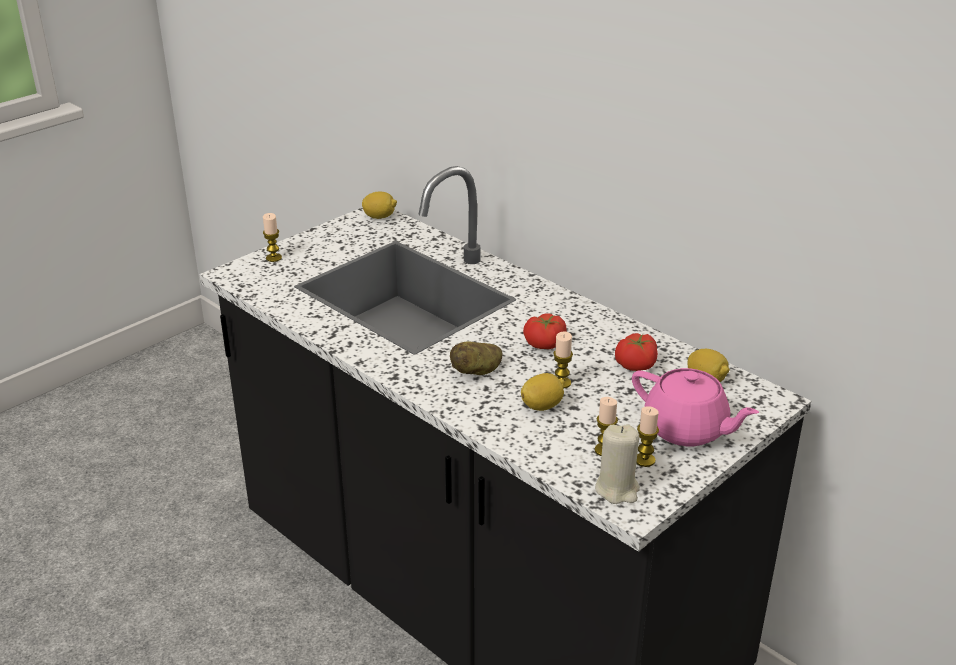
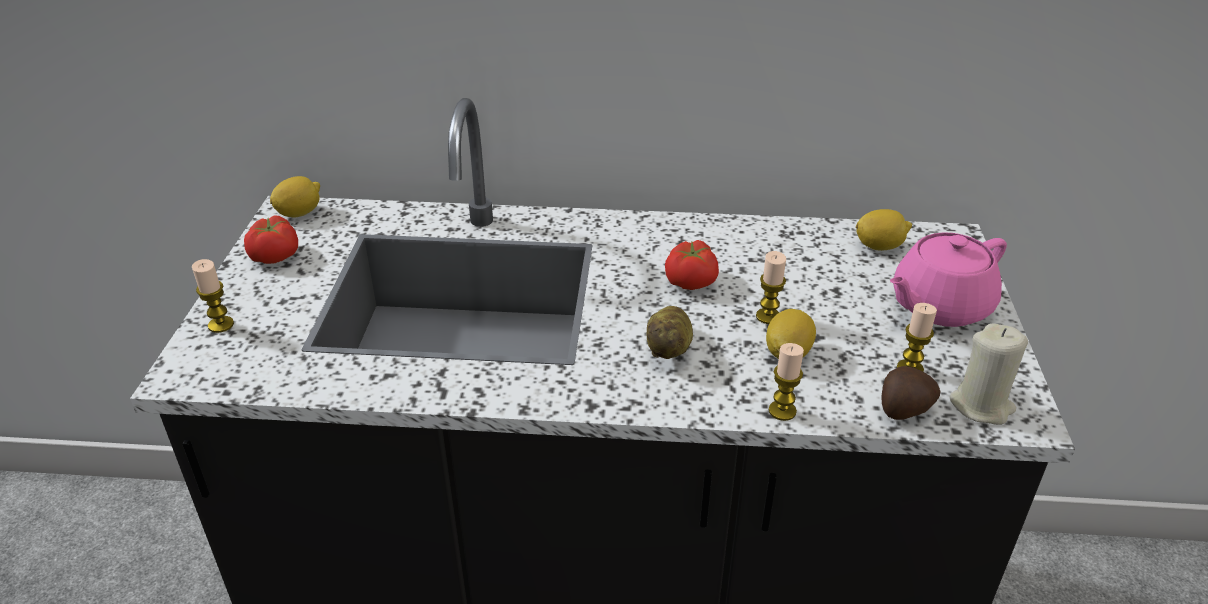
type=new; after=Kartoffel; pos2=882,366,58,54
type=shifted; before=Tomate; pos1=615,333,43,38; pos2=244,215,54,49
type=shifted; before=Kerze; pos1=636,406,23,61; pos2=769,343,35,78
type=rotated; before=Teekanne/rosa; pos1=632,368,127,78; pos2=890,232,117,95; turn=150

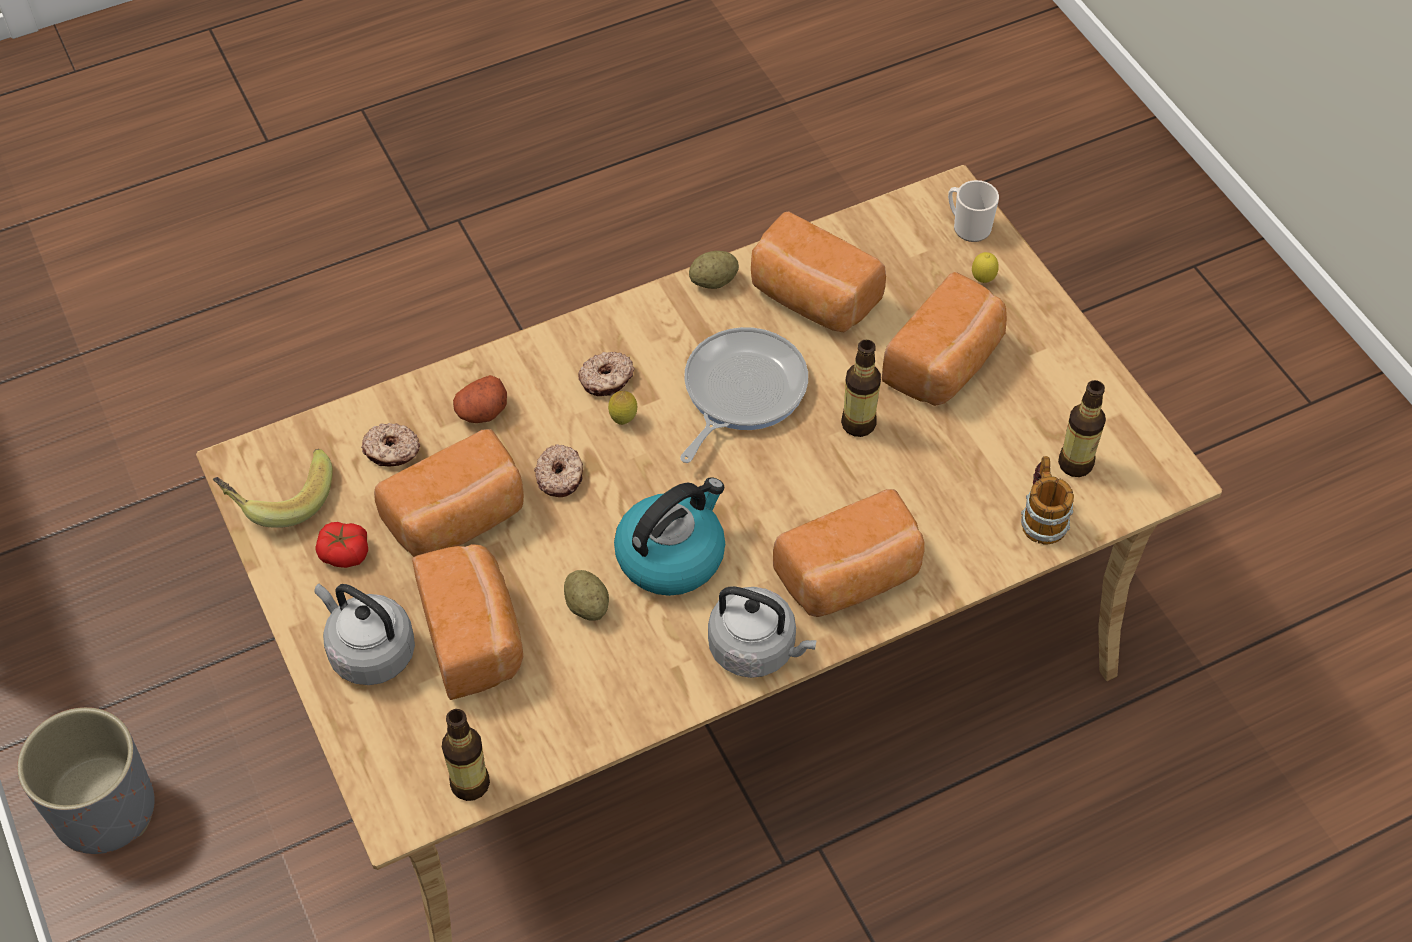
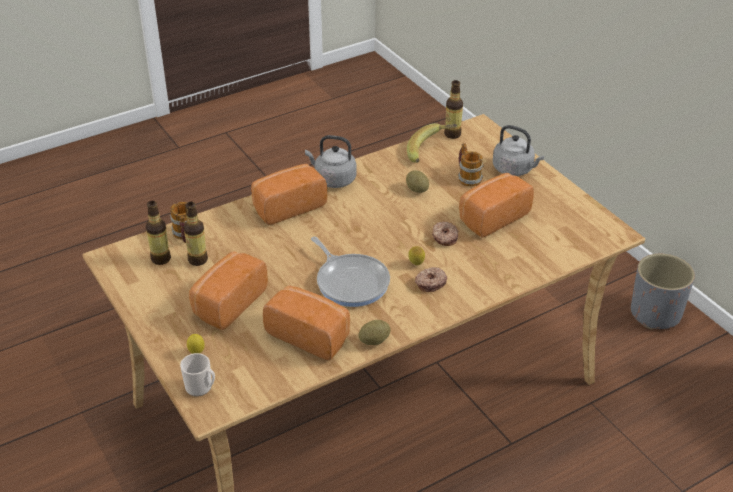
type=gone; before=Tomate; pos1=316,522,52,46
type=gone; before=Donut; pos1=361,423,59,44
type=gone; before=Kartoffel; pos1=453,375,54,48
type=gone; before=Wasserkessel; pos1=614,477,111,119
type=shifted; before=Banane; pos1=213,449,120,79; pos2=407,123,50,40
type=shifted; before=Flasche; pos1=841,340,40,97; pos2=184,202,24,64
type=swapped; before=Brot; after=Henkelbecher; pos1=412,544,111,156; pos2=458,143,26,44
type=rotated; before=Pfanne; pos1=680,327,128,136; pos2=311,237,79,70; turn=-60

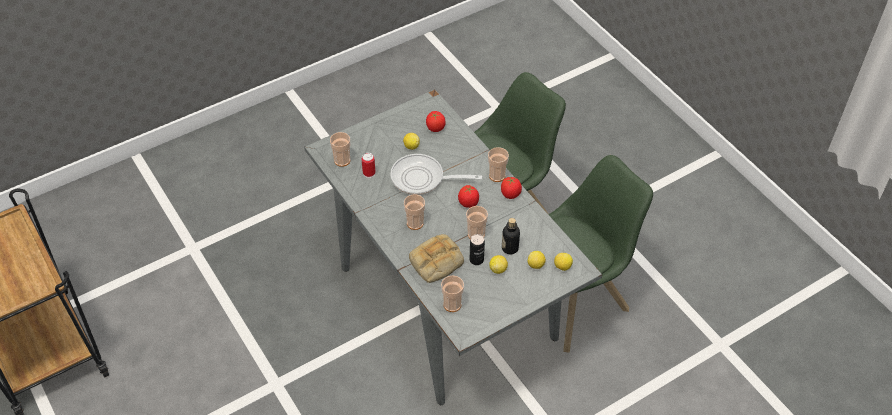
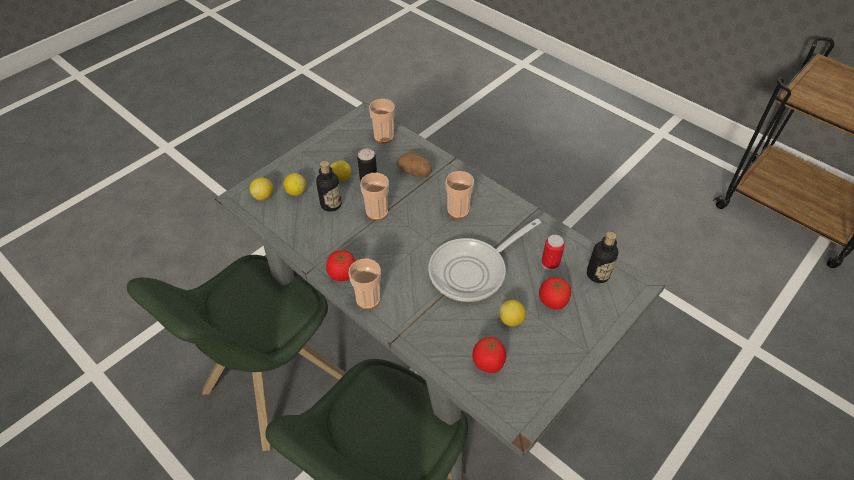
type=shifted; before=Tomate; pos1=458,185,21,23; pos2=539,277,32,32
type=swapped; before=Tasse; after=Flasche; pos1=330,132,20,35; pos2=587,232,31,51
type=swapped; before=Brot; after=Kartoffel; pos1=409,234,55,49; pos2=397,152,35,25
type=rotated; before=Pfanne; pos1=390,154,92,41; pos2=428,219,113,83; turn=150

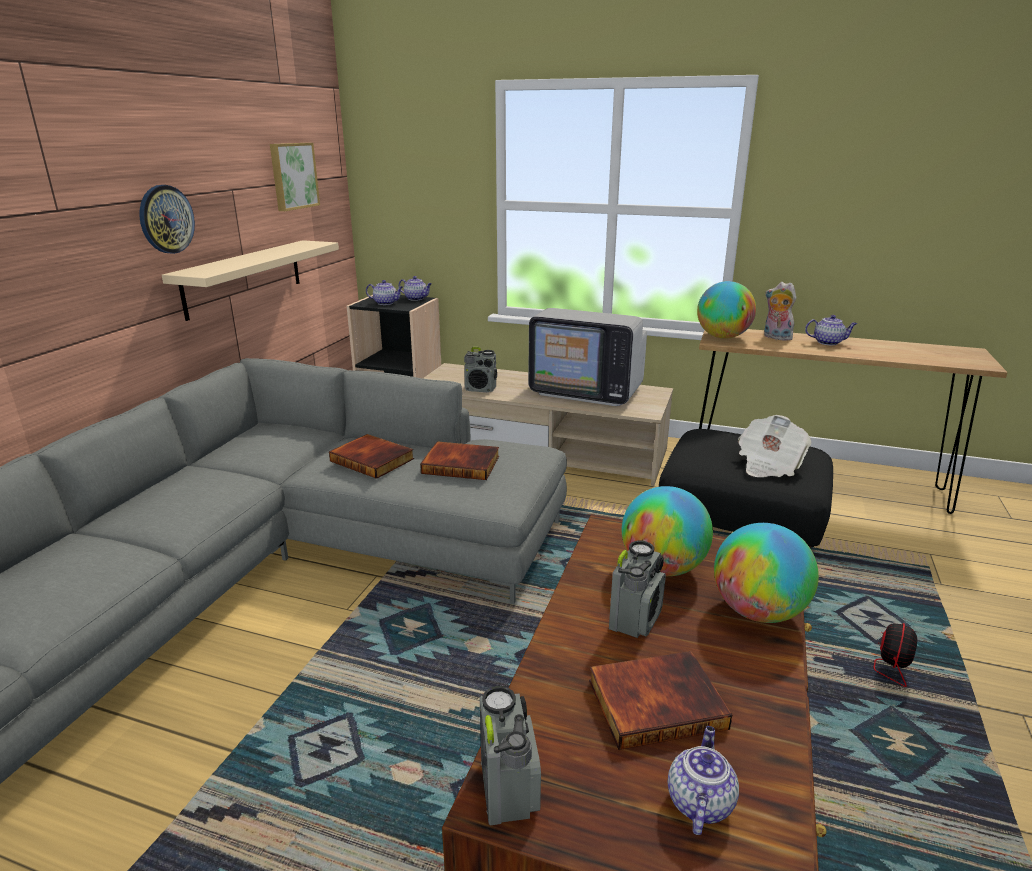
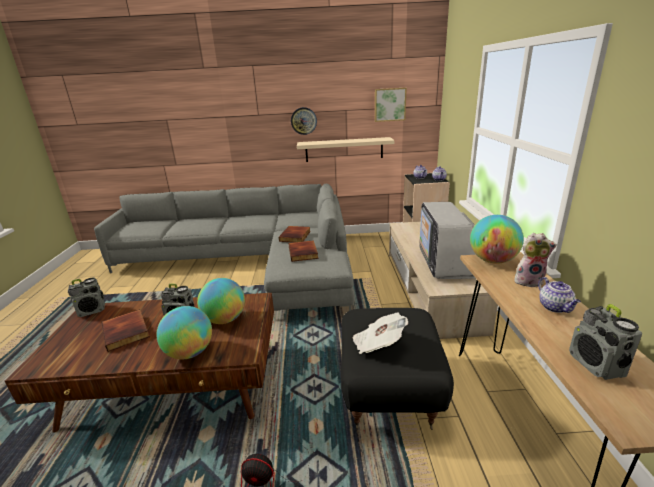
type=gone; before=Teekanne; pos1=668,726,71,109
type=shifted; before=Radio; pos1=464,347,33,45; pos2=569,304,73,76
type=rotated; before=Plüschtier; pos1=764,282,33,59; pos2=514,233,43,54; turn=75

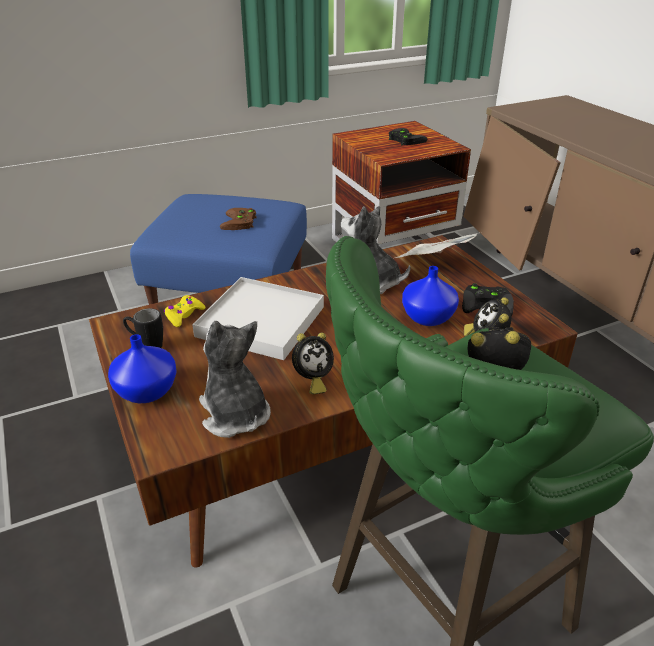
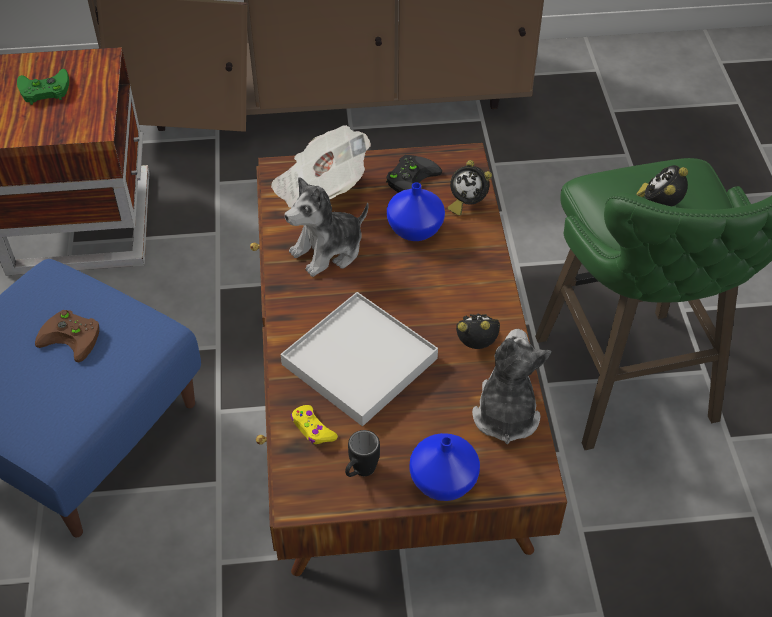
type=repainted; before=Gamepad/schwarz; after=Gamepad/grün; pos1=389,128,38,18; pos2=17,69,52,36
type=rotated; before=Plüschtier; pos1=199,321,72,117; pos2=472,329,79,115; turn=105
type=rotated; before=Wecker; pos1=292,332,42,63; pos2=456,314,44,35; turn=-75

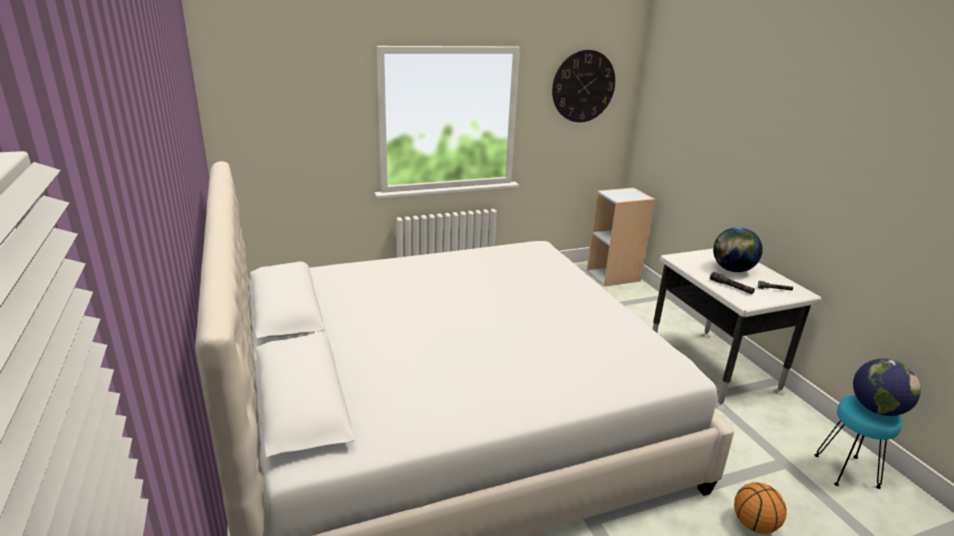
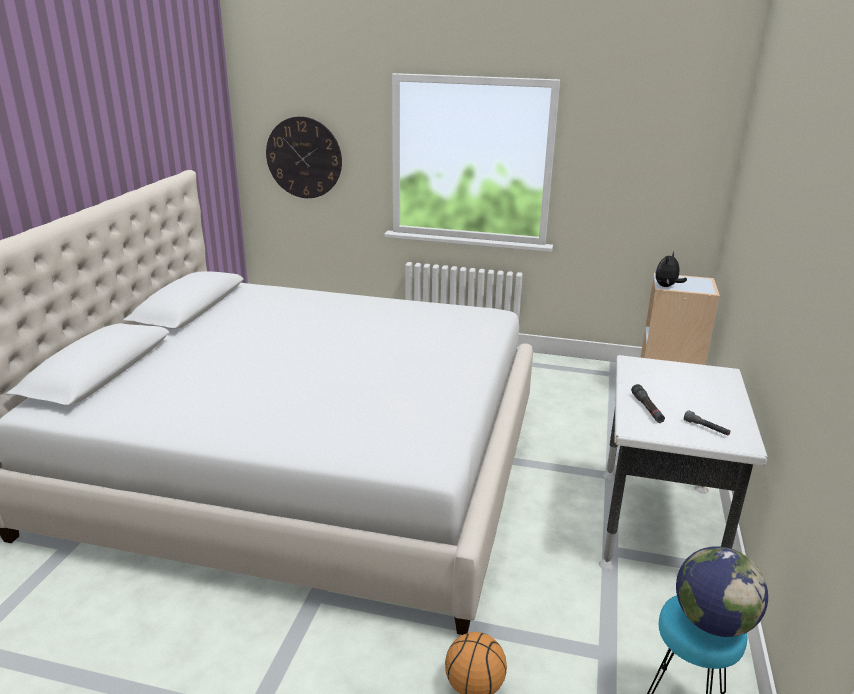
type=gone; before=Globus; pos1=713,227,50,45
type=new; after=Plüschtier; pos2=655,251,32,36
type=shifted; before=Wanduhr; pos1=552,50,63,72; pos2=266,116,76,82

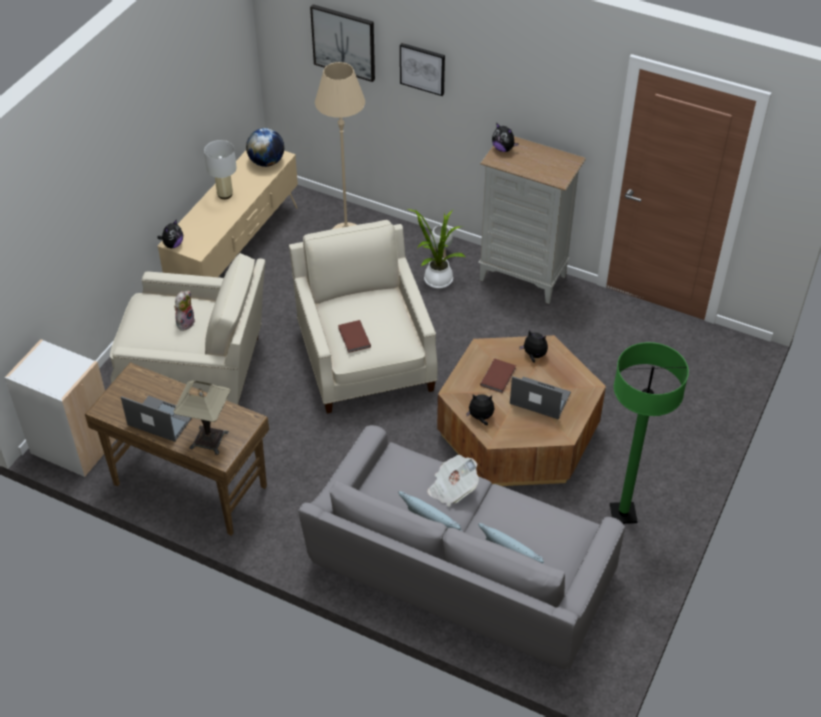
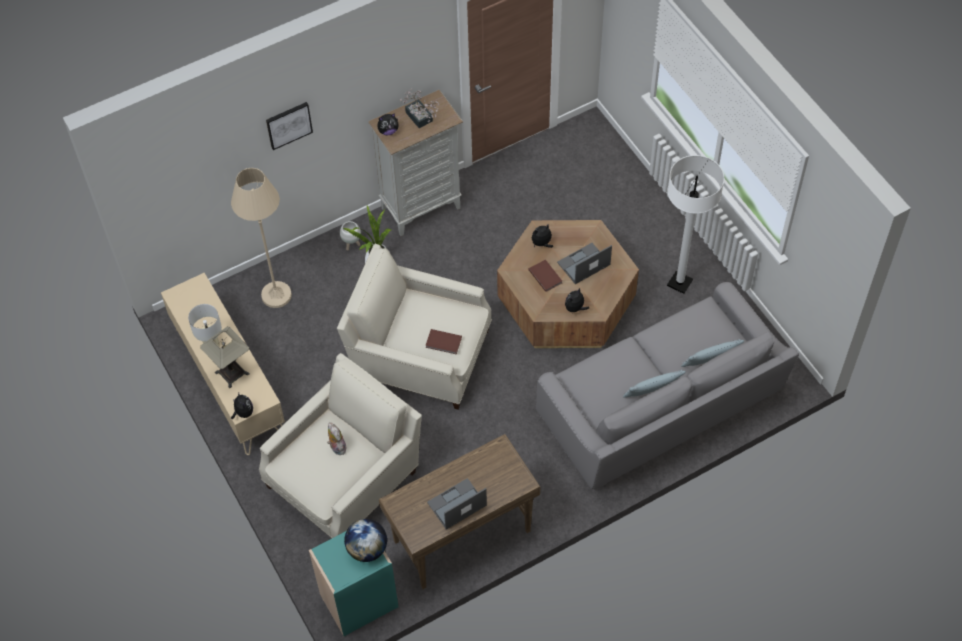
type=gone; before=Bild; pos1=310,4,65,78
type=gone; before=Zeitung; pos1=427,455,52,51
type=new; after=Topfpflanze; pos2=400,88,40,40
type=shifted; before=Tischlampe; pos1=173,380,58,75; pos2=200,327,50,61
type=shifted; before=Globus; pos1=246,128,38,39; pos2=344,519,43,43
type=repainted; before=Bücherregal/weiß; after=Bücherregal/türkis; pos1=5,339,111,138; pos2=309,531,90,105
type=repainted; before=Stehlampe/grün; after=Stehlampe/weiß; pos1=610,342,79,182; pos2=667,155,57,139

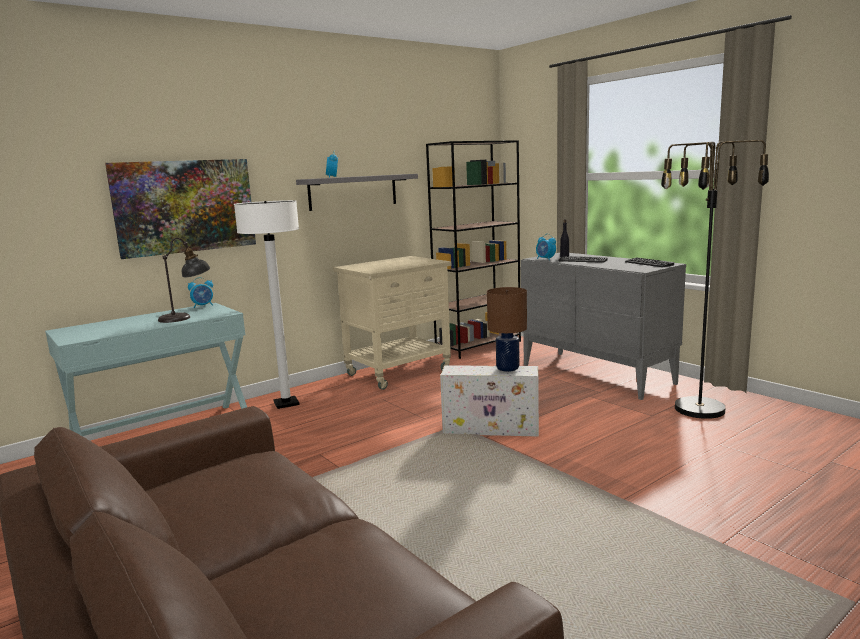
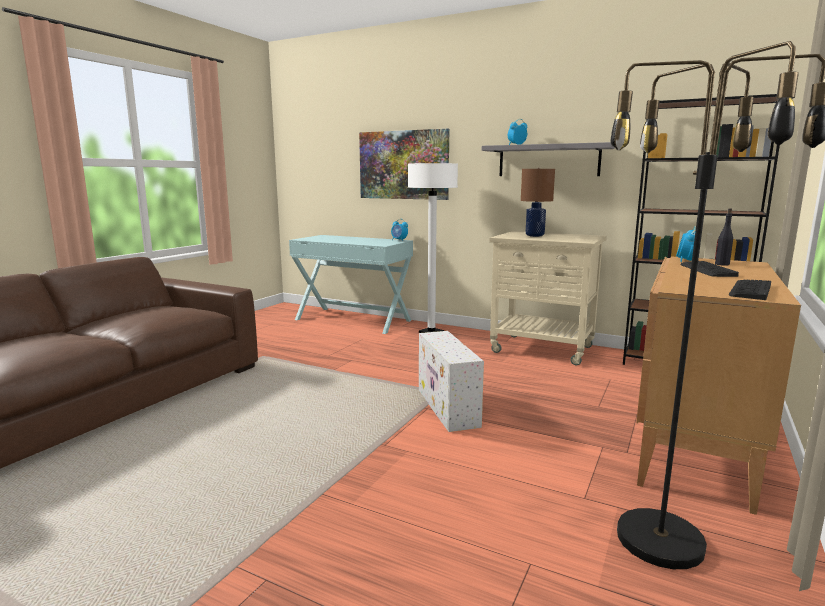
type=gone; before=Tischlampe/grau; pos1=158,238,52,85
type=shifted; before=Tischlampe/braun; pos1=487,287,40,85; pos2=521,168,34,69
type=repainted; before=Schrank/grau; after=Schrank/braun; pos1=521,253,165,147; pos2=636,257,165,258

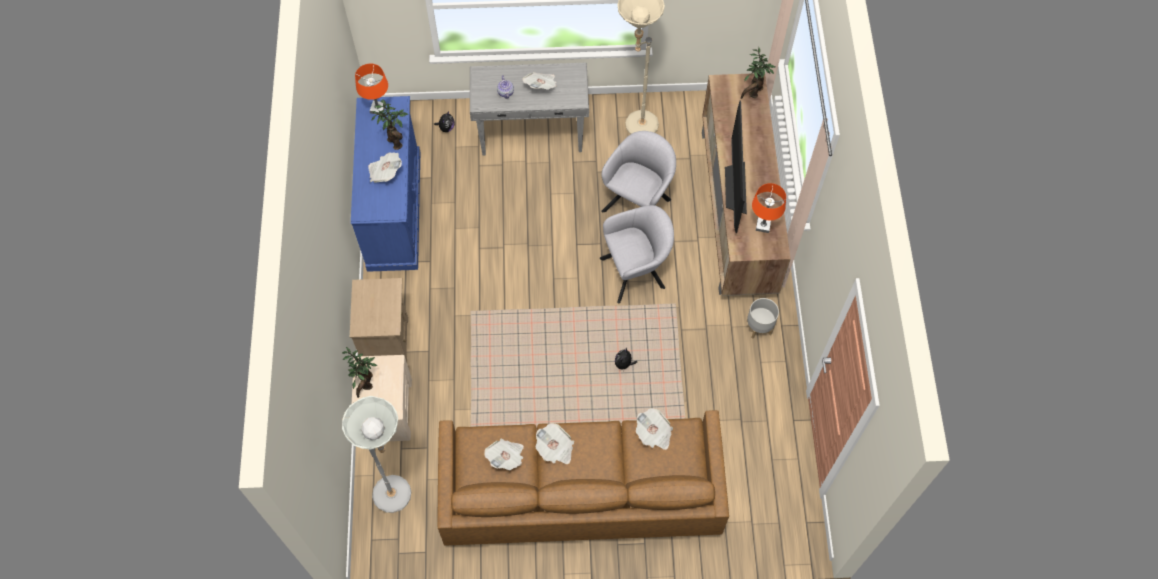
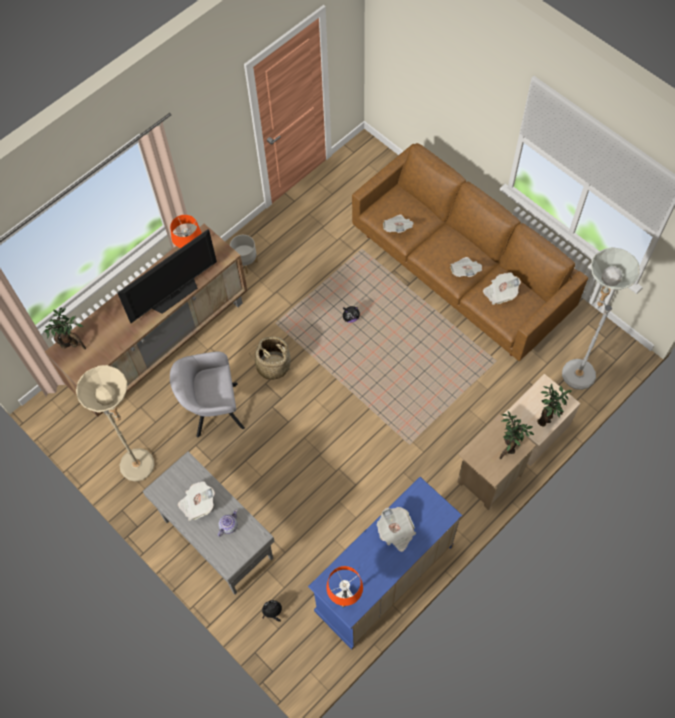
type=shifted; before=Topfpflanze; pos1=371,99,37,51; pos2=500,410,34,49
type=swapped; before=Sessel/grau; after=Korb; pos1=600,205,74,98; pos2=249,337,44,43

